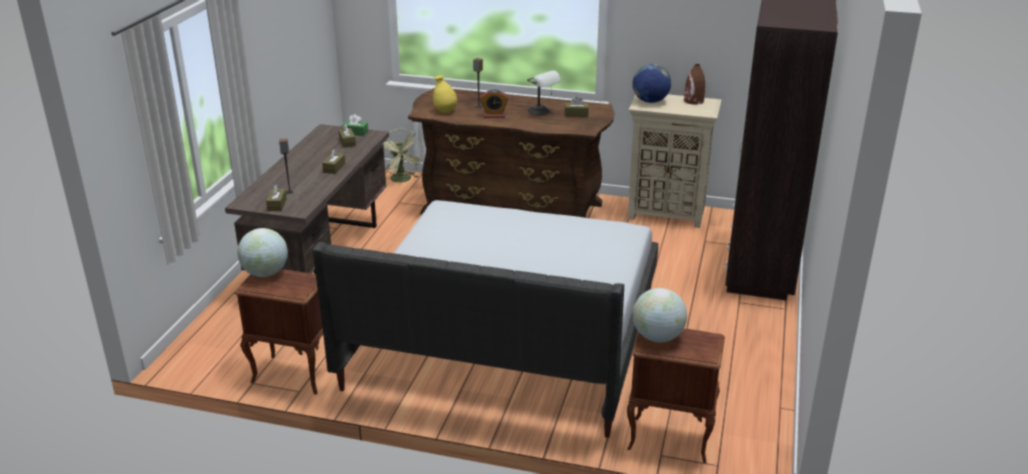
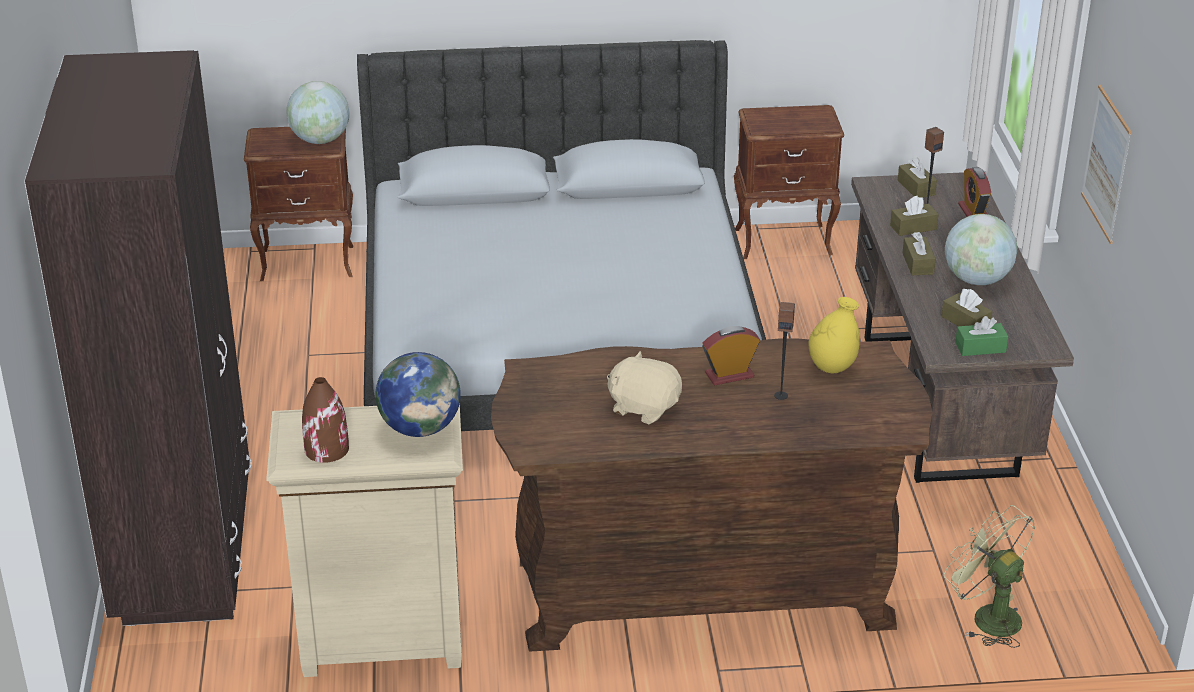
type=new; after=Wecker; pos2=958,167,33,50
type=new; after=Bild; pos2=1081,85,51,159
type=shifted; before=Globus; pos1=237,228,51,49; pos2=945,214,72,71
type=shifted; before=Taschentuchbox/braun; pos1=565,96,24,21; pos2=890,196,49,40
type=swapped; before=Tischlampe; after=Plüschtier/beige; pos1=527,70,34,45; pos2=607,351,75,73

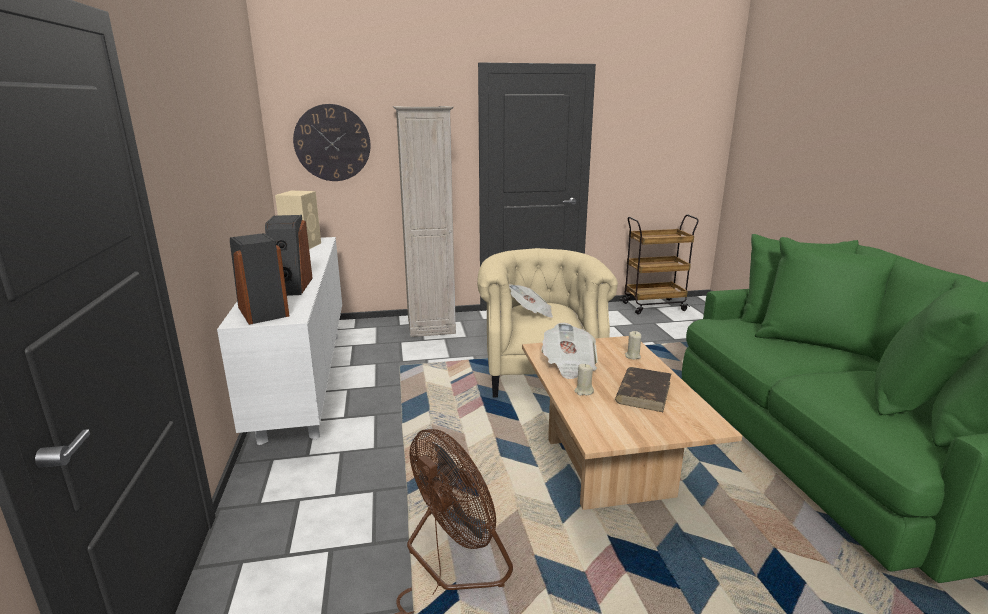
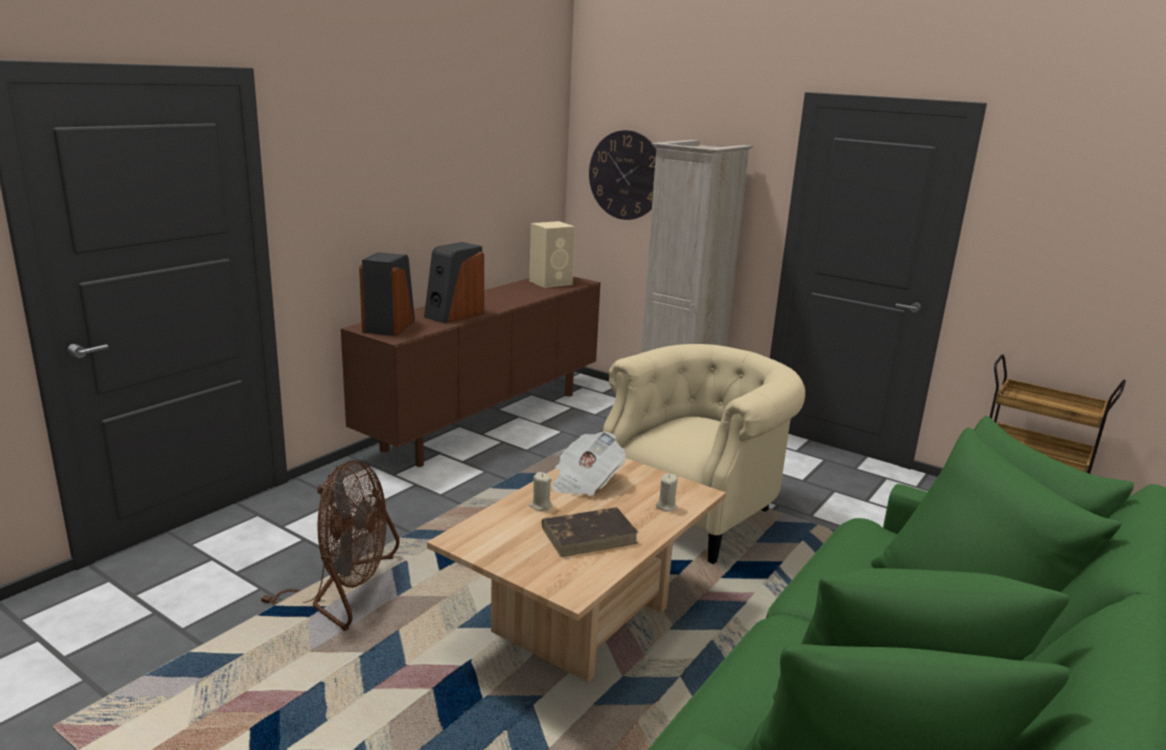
type=gone; before=Zeitung; pos1=509,284,44,34
type=repainted; before=Schrank/weiß; after=Schrank/braun; pos1=217,237,125,208; pos2=341,276,259,191

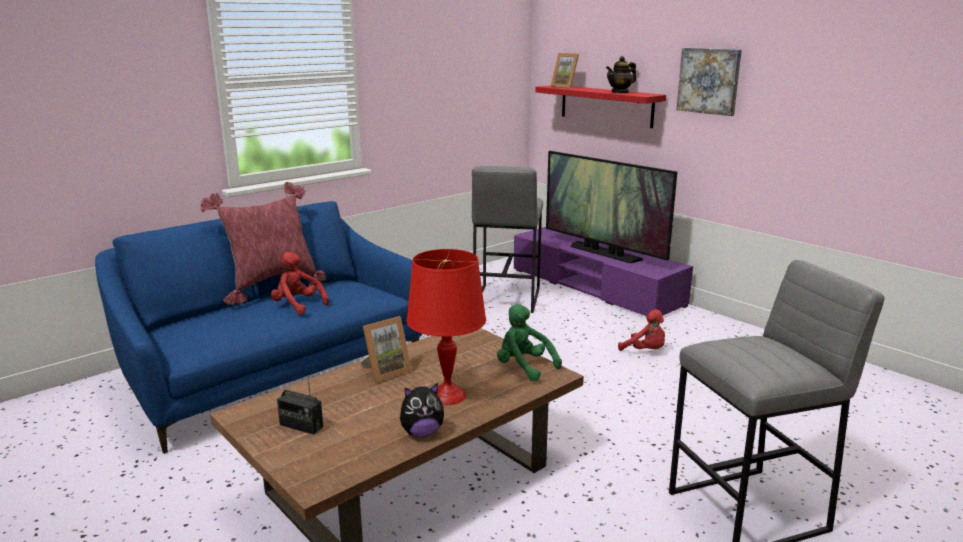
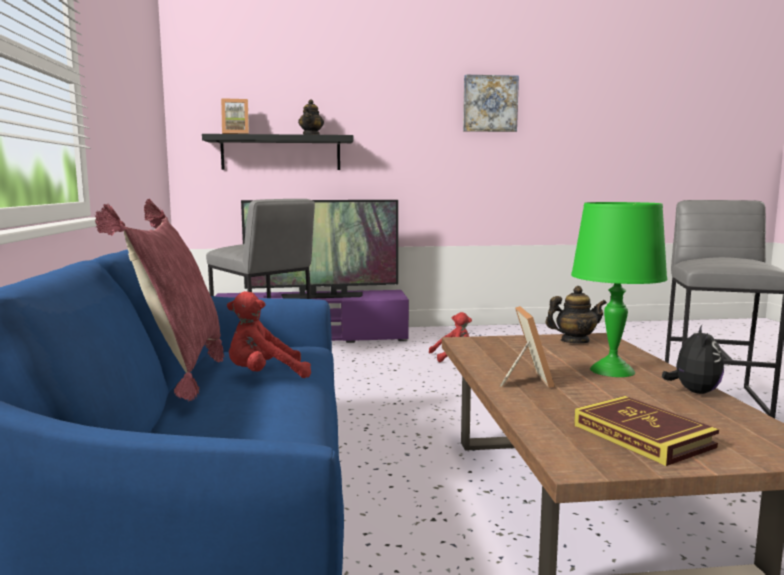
type=shifted; before=Bild; pos1=677,48,65,68; pos2=463,74,56,58
type=swapped; before=Radio; after=Buch; pos1=277,376,46,59; pos2=574,396,145,70
type=swapped; before=Plüschtier/grün; after=Teekanne; pos1=497,304,65,78; pos2=545,286,62,58
type=repainted; before=Tischlampe/rot; after=Tischlampe/grün; pos1=407,249,79,156; pos2=571,202,96,175
type=repainted; before=Wandregal/rot; after=Wandregal/schwarz; pos1=535,85,131,43; pos2=202,134,151,36

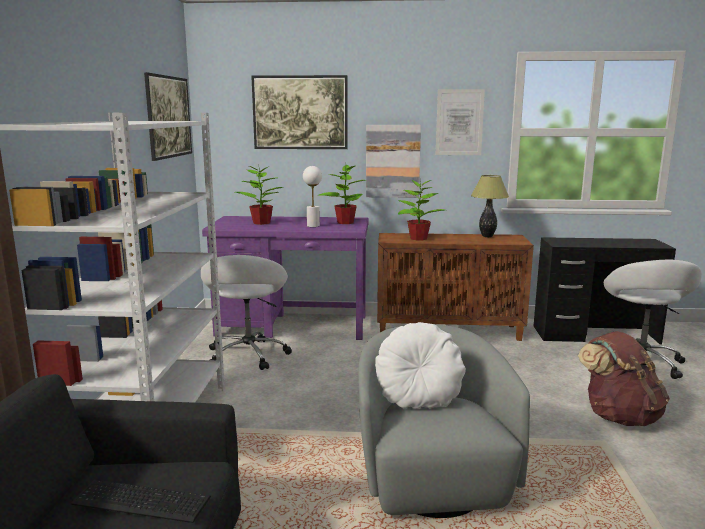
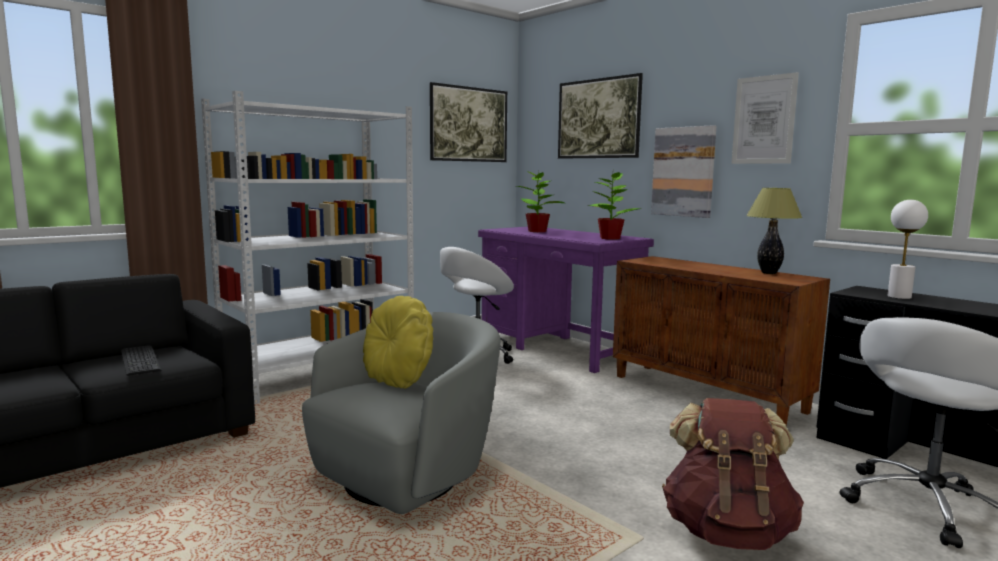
type=gone; before=Topfpflanze; pos1=398,180,47,60
type=shifted; before=Tischlampe/weiß; pos1=303,166,19,61; pos2=887,200,41,99
type=repainted; before=Kissen/weiß; after=Kissen/gelb; pos1=375,322,91,87; pos2=363,296,70,93

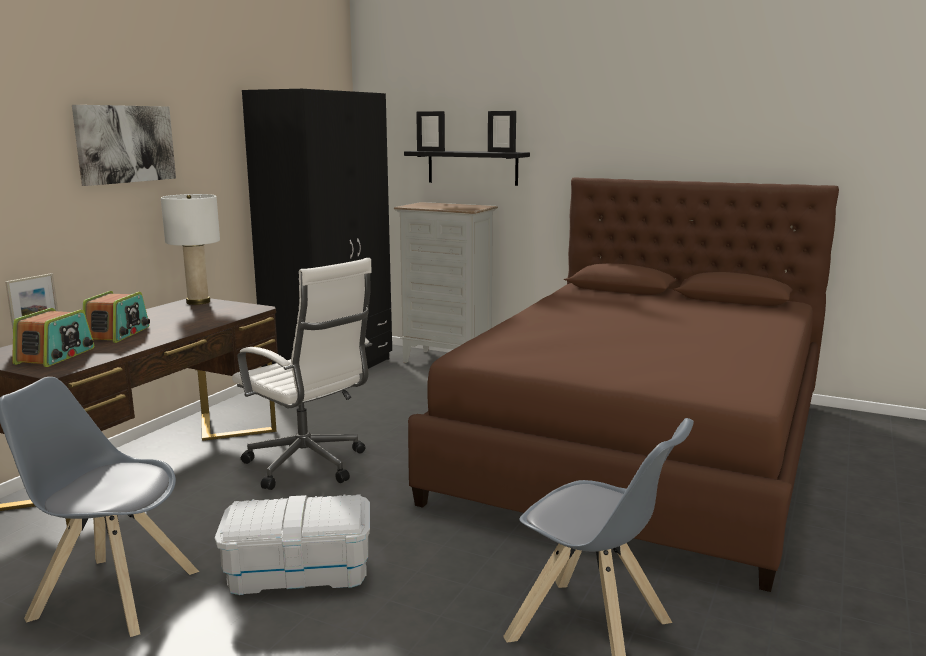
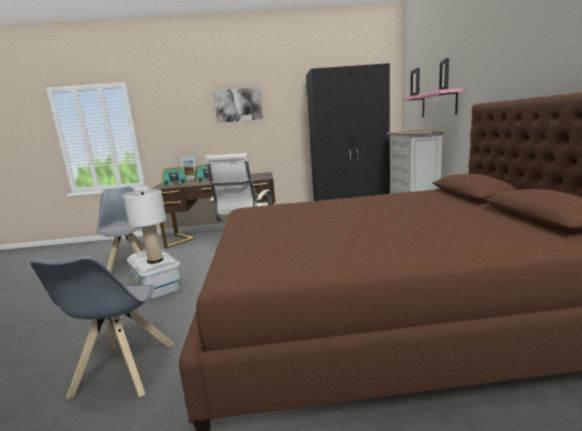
type=shifted; before=Tischlampe/weiß; pos1=161,194,59,111; pos2=123,189,43,75
type=repainted; before=Wandregal/schwarz; after=Wandregal/rosa; pos1=404,151,126,35; pos2=402,88,61,29

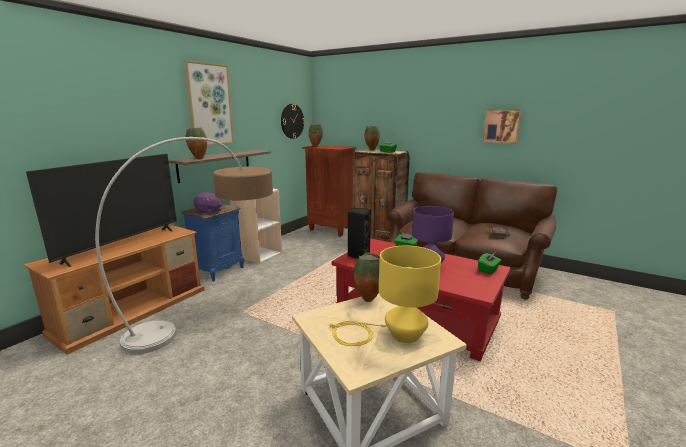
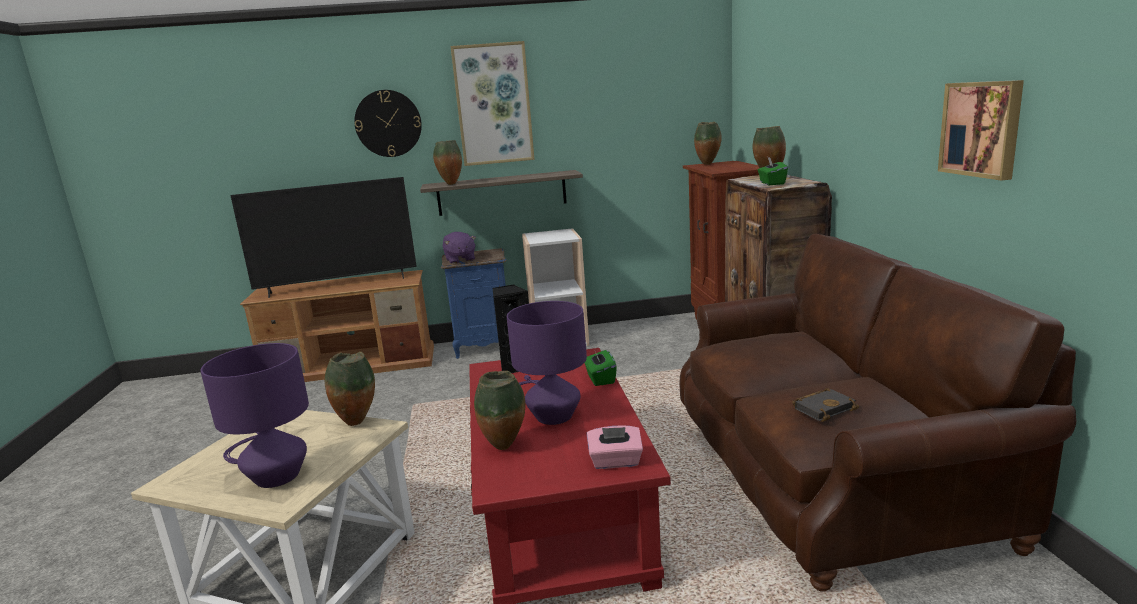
type=gone; before=Stehlampe; pos1=95,137,178,217
type=new; after=Vase; pos2=474,371,51,79
type=shifted; before=Wanduhr; pos1=281,104,24,35; pos2=354,90,68,67
type=repainted; before=Tischlampe/gelb; after=Tischlampe/lila; pos1=329,246,112,100; pos2=201,343,108,145
type=repainted; before=Taschentuchbox/grün; after=Taschentuchbox/rosa; pos1=478,252,23,22; pos2=587,426,56,43

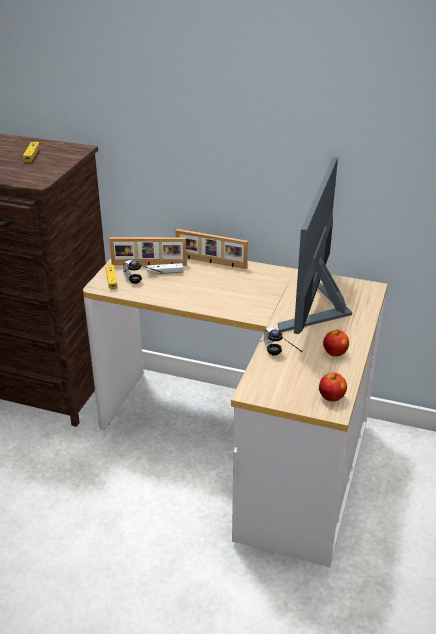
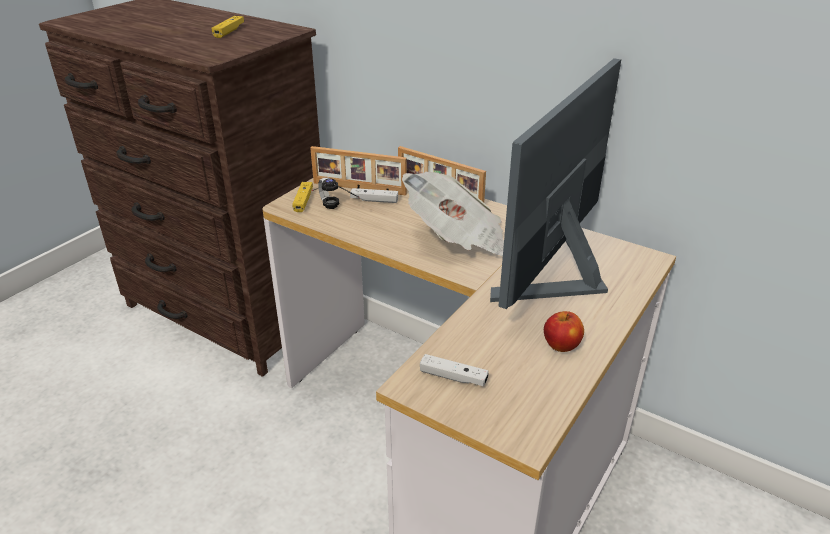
type=gone; before=Kopfhörer; pos1=260,327,43,28
type=gone; before=Apfel; pos1=319,372,28,30
type=new; after=Zeitung; pos2=402,172,102,84
type=new; after=Gamepad/weiß; pos2=420,354,69,32

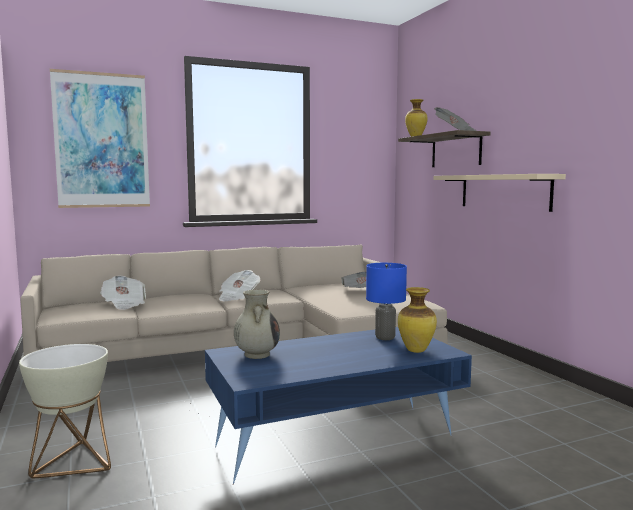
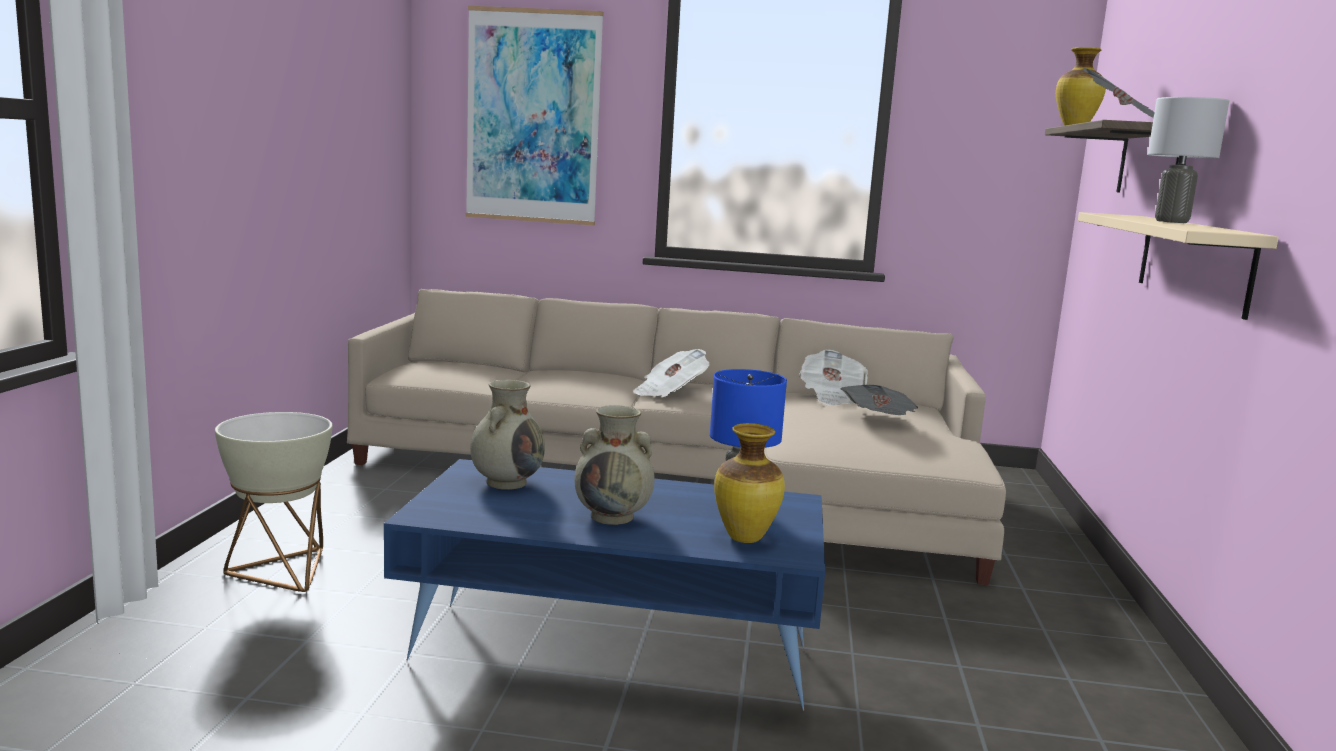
type=new; after=Vase/beige; pos2=574,405,81,120
type=new; after=Tischlampe/weiß; pos2=1148,97,82,126
type=shifted; before=Zeitung; pos1=100,275,46,35; pos2=799,349,69,57

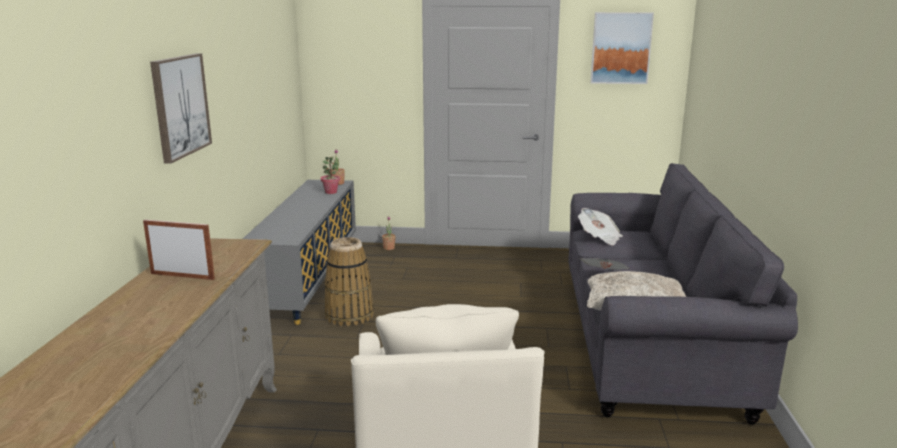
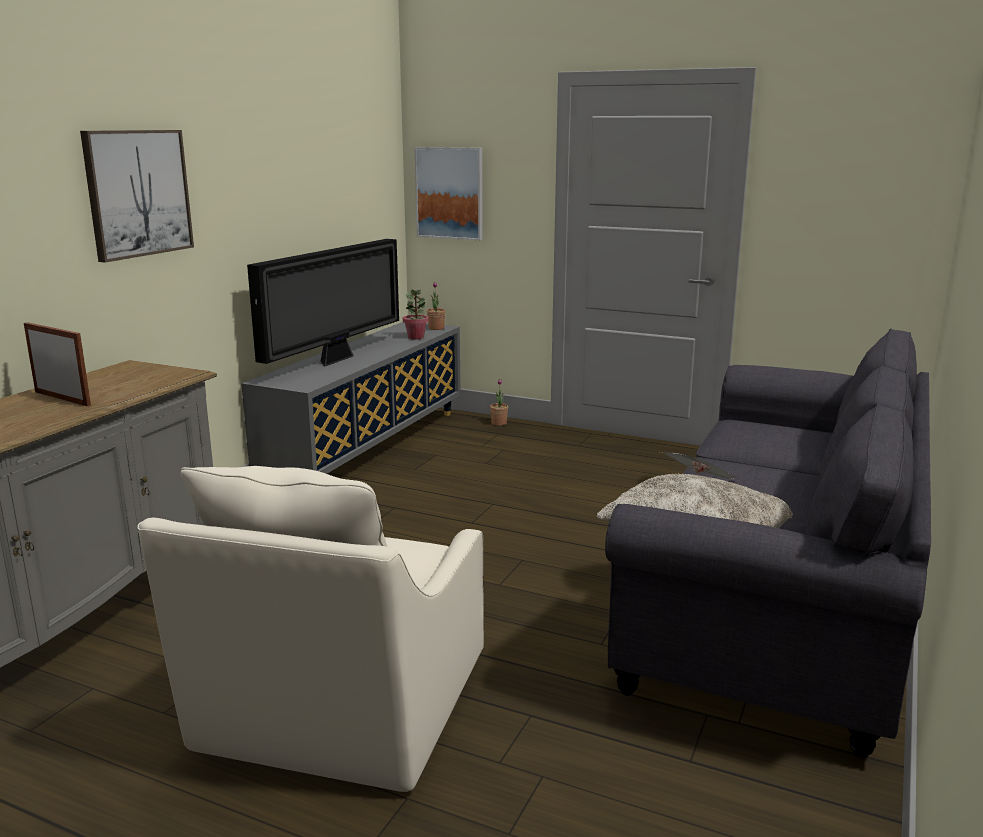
type=gone; before=Korb; pos1=324,237,50,89
type=gone; before=Zeitung; pos1=578,208,45,37
type=new; after=Fernseher; pos2=247,239,152,128
type=shifted; before=Bild; pos1=590,12,64,72; pos2=415,147,67,93

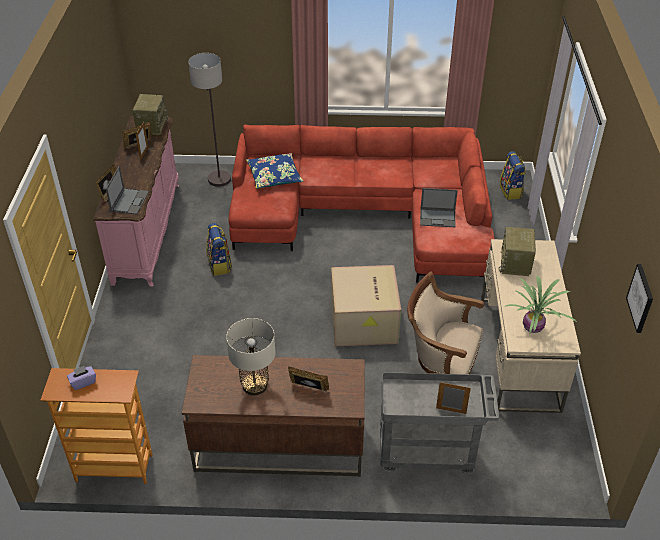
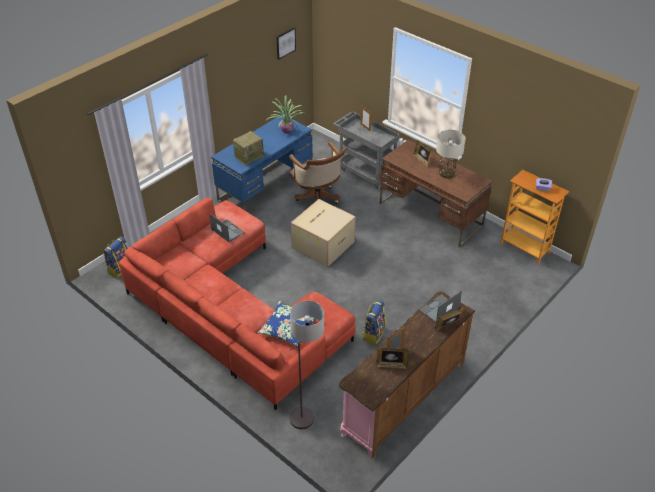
type=gone; before=Radio; pos1=133,94,35,41
type=repainted; before=Schreibtisch/beige; after=Schreibtisch/blau; pos1=481,239,100,174; pos2=211,114,102,97

